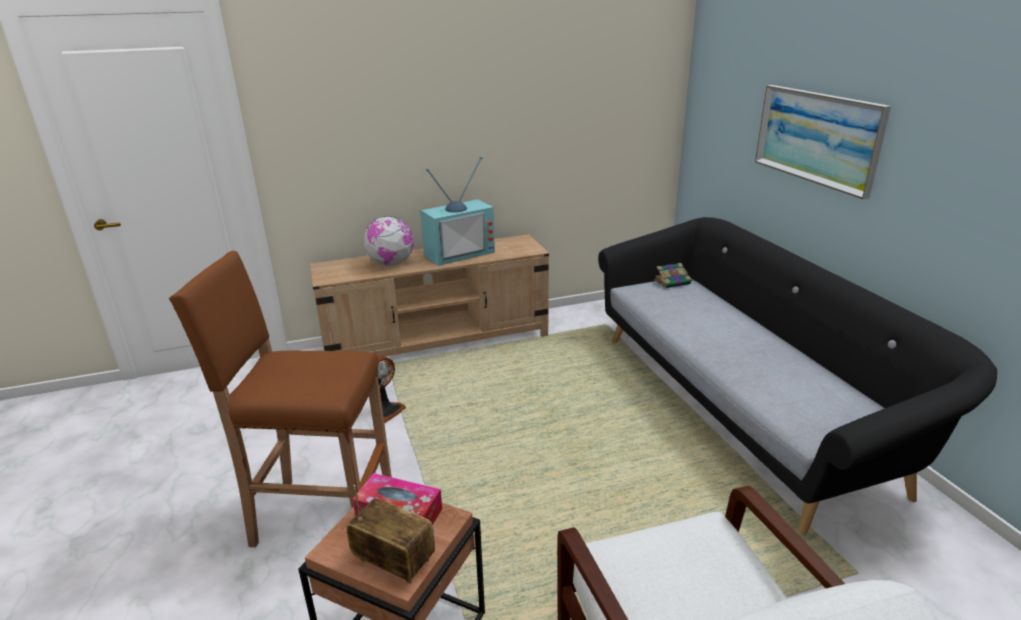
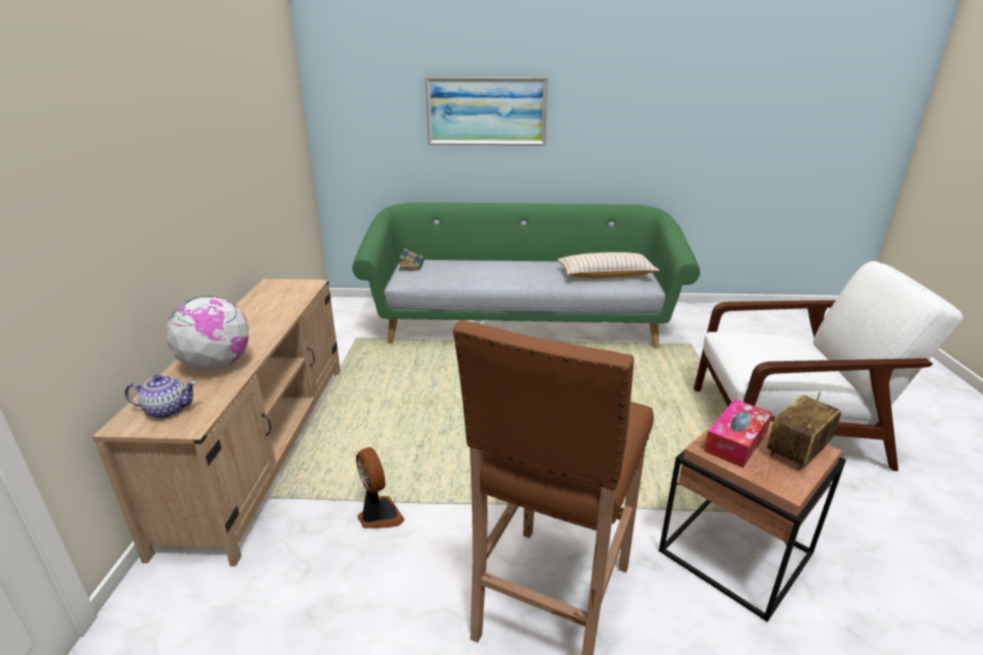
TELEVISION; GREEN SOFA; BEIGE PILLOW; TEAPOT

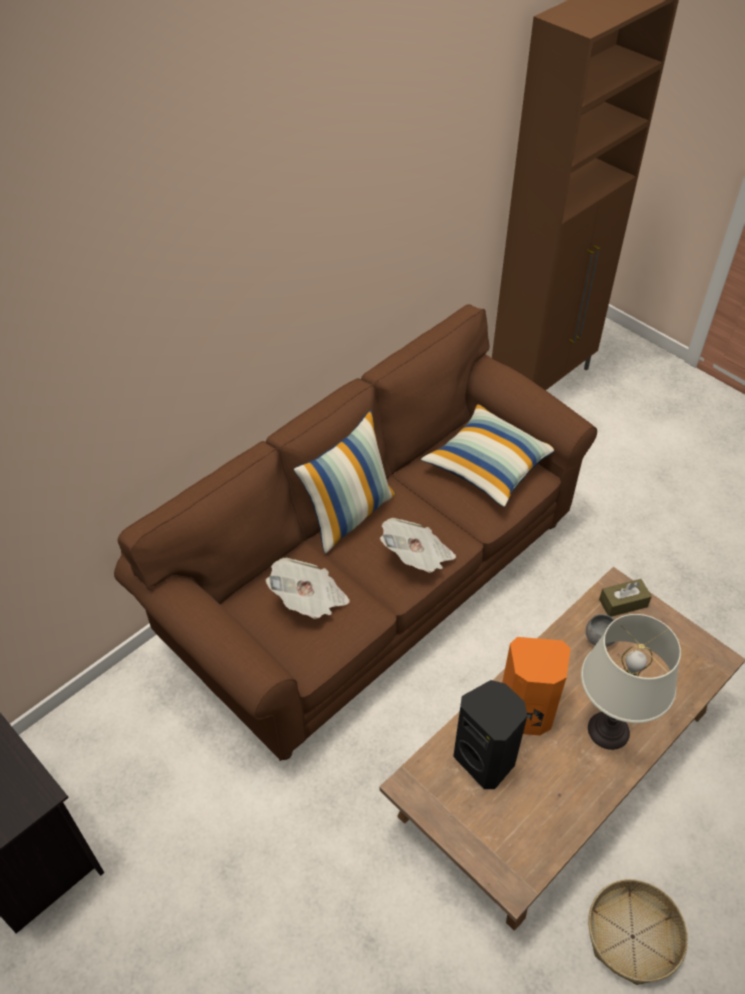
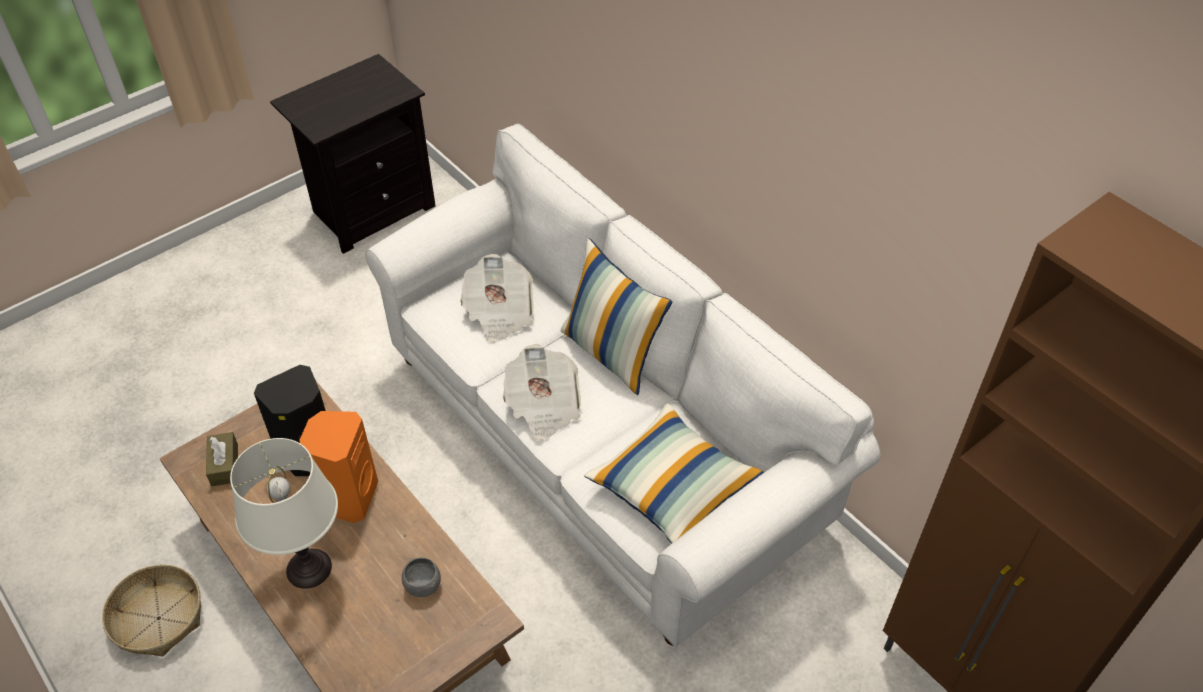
WHITE SOFA; BROWN TISSUE BOX

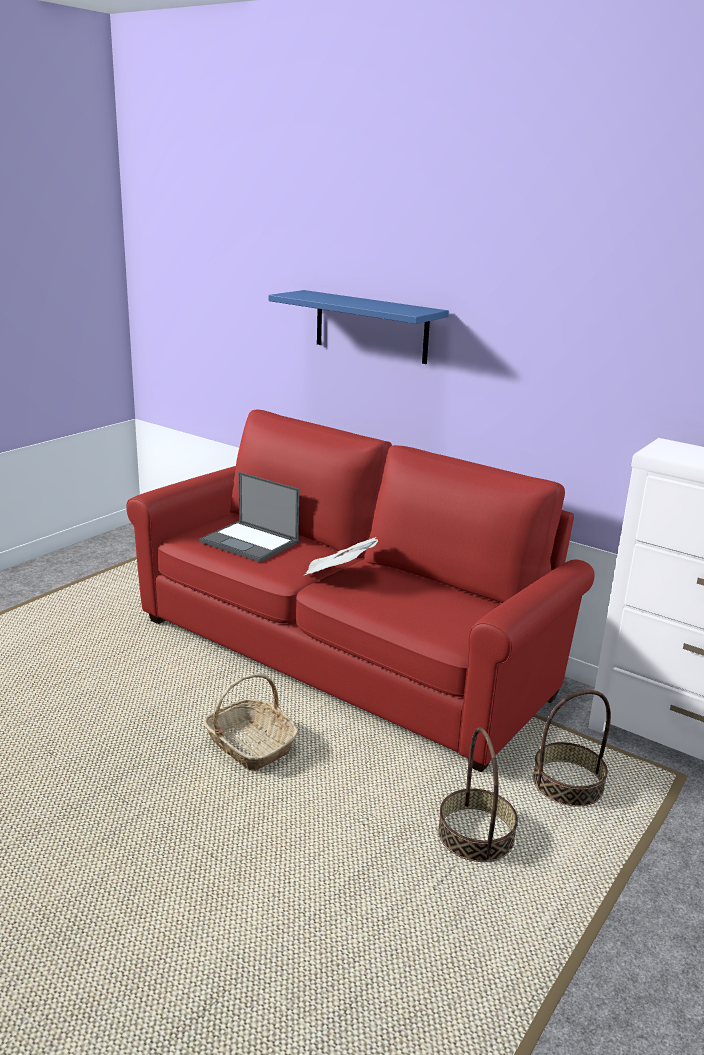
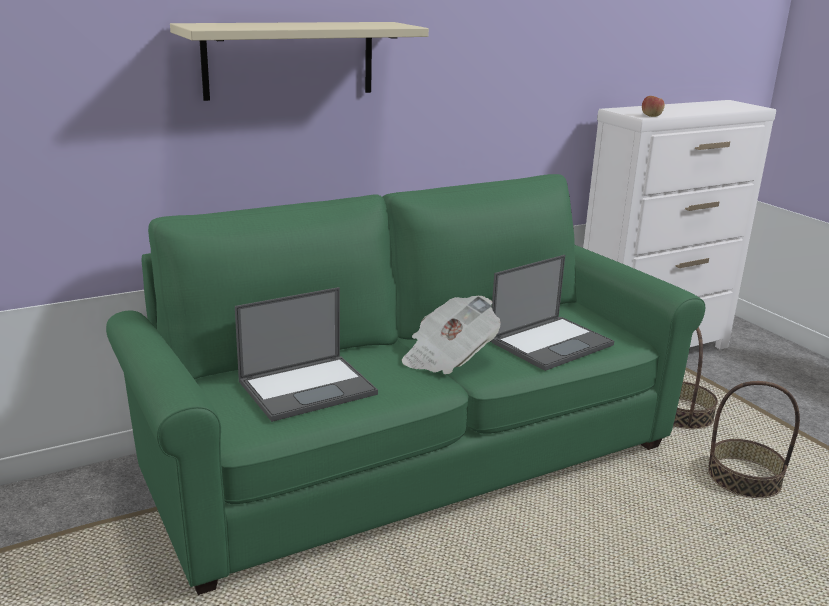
BEIGE SHELF; GREEN SOFA; BASKET (1st from left in the first image); APPLE; LAPTOP (2nd from left)

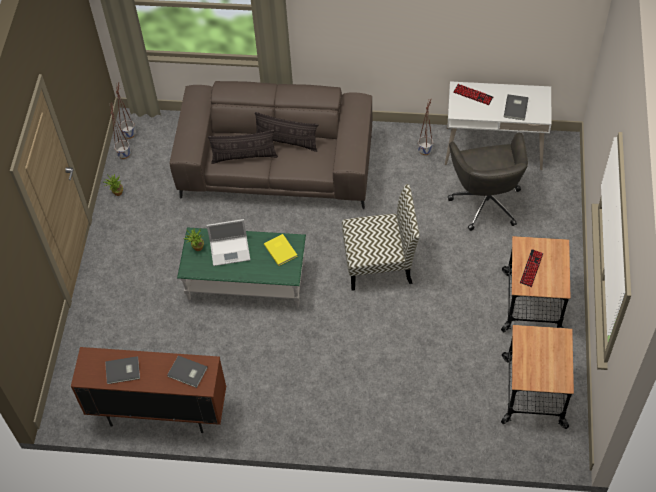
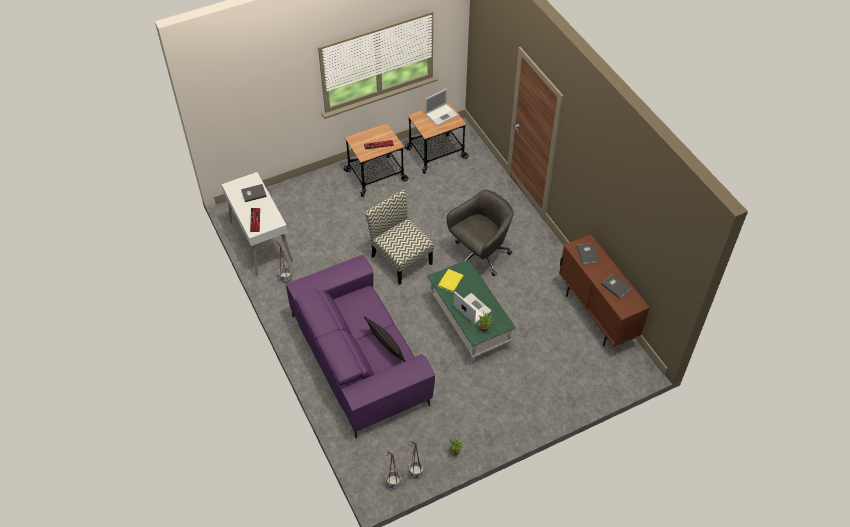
PURPLE SOFA; PILLOW (2nd from left in the first image); GREY OFFICE CHAIR; LAPTOP (1st from left)

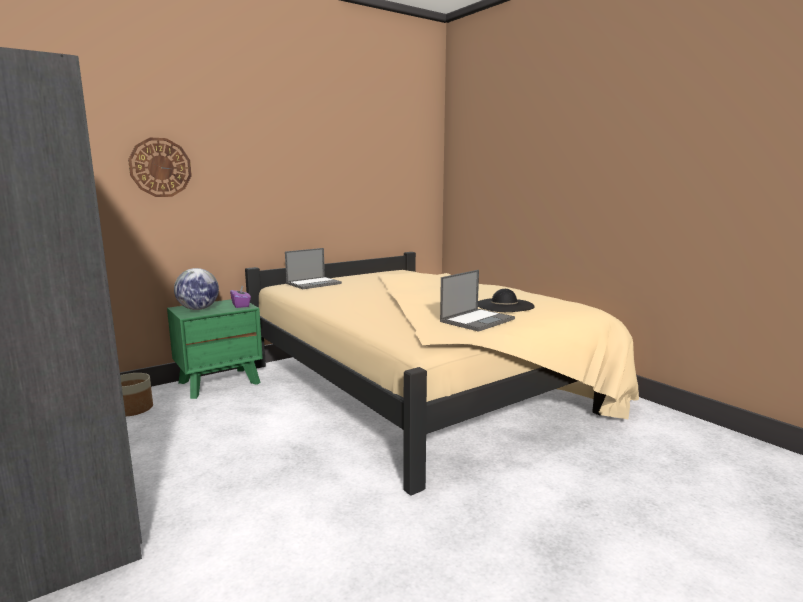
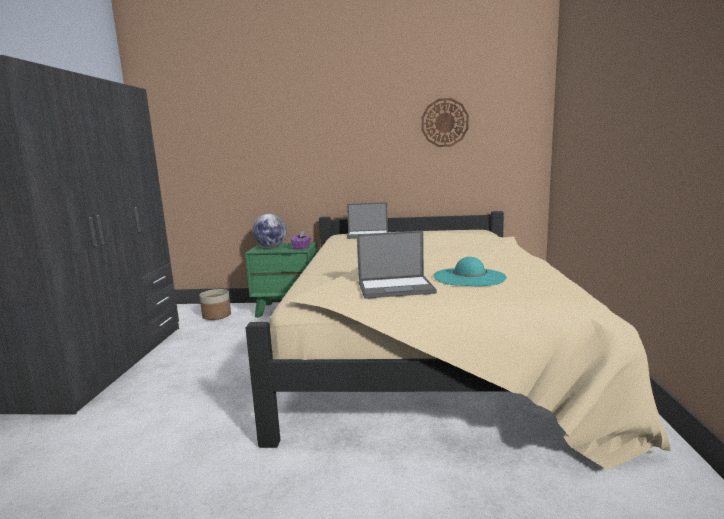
WALL CLOCK; TURQUOISE HAT

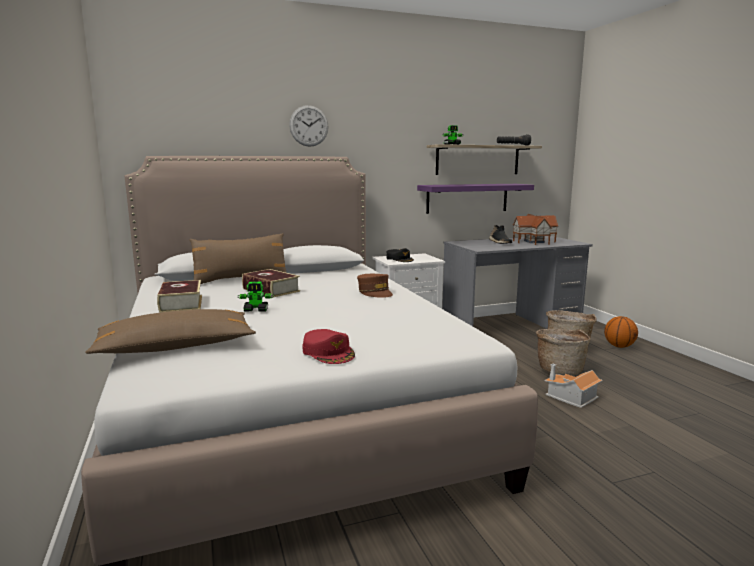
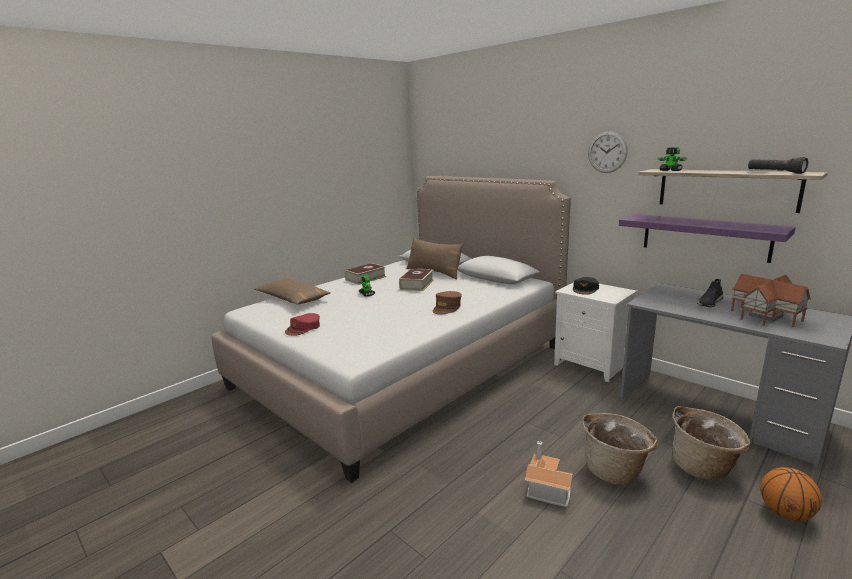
WALL CLOCK

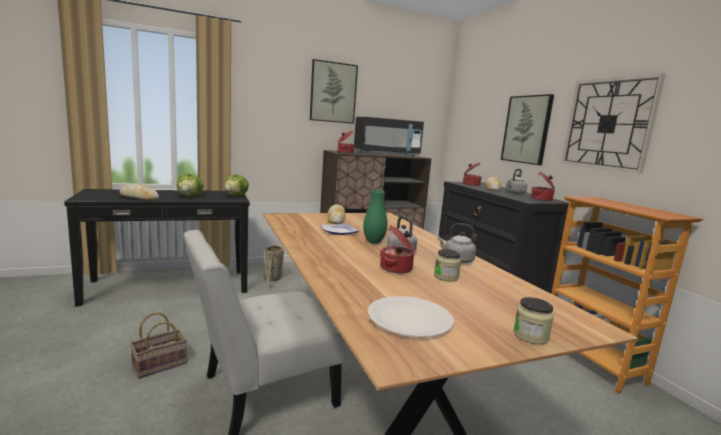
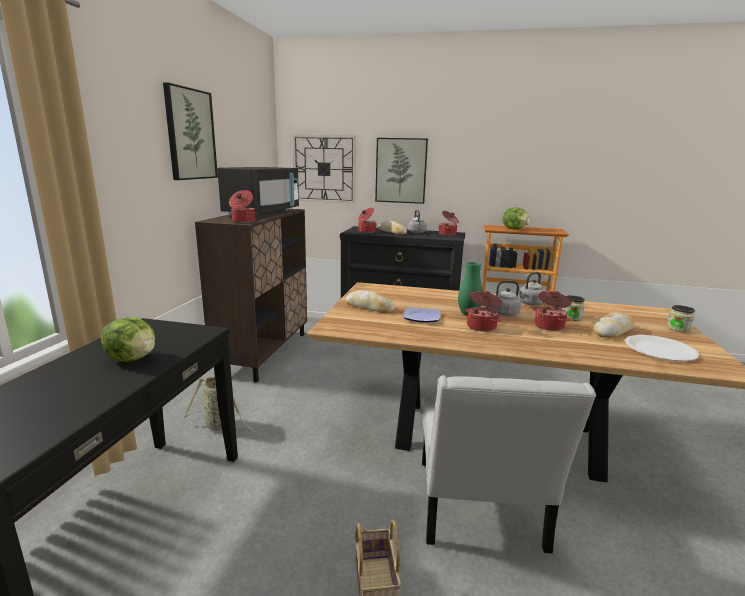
WALL CLOCK; LETTUCE (2nd from left); BREAD (3rd from left); COOKING POT (4th from left)

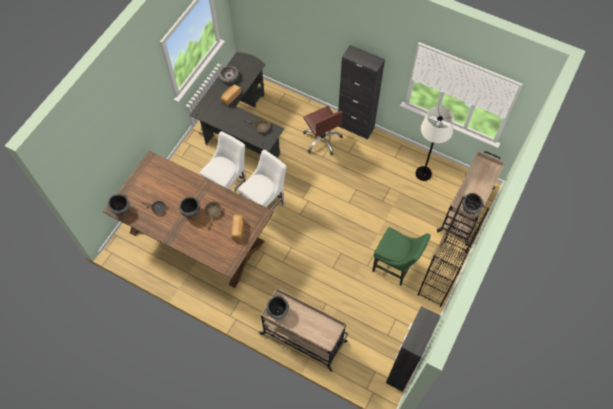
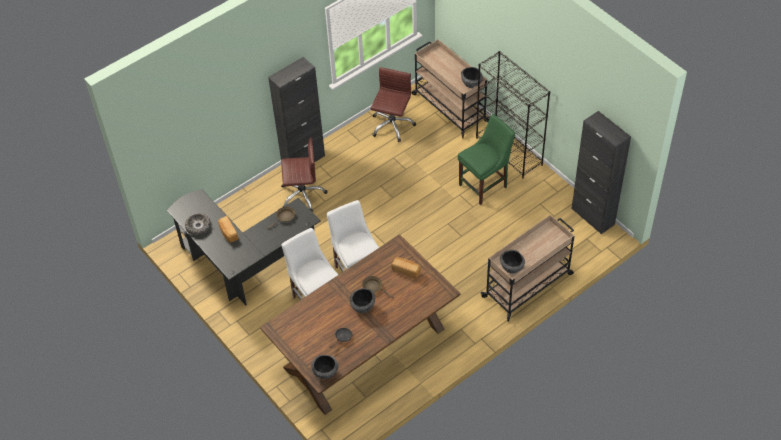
BROWN OFFICE CHAIR (2nd from left)

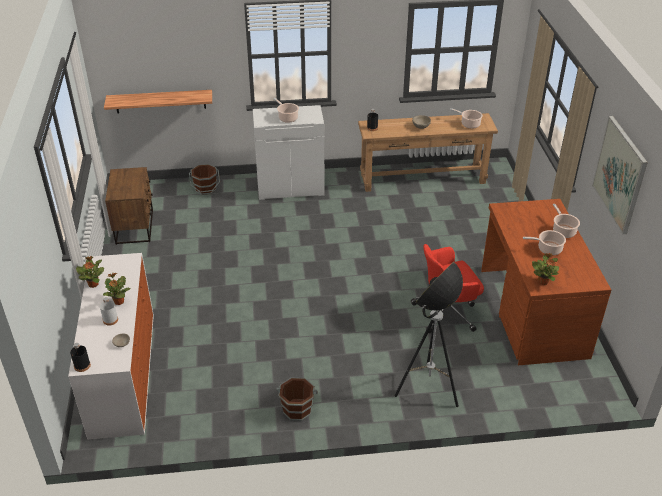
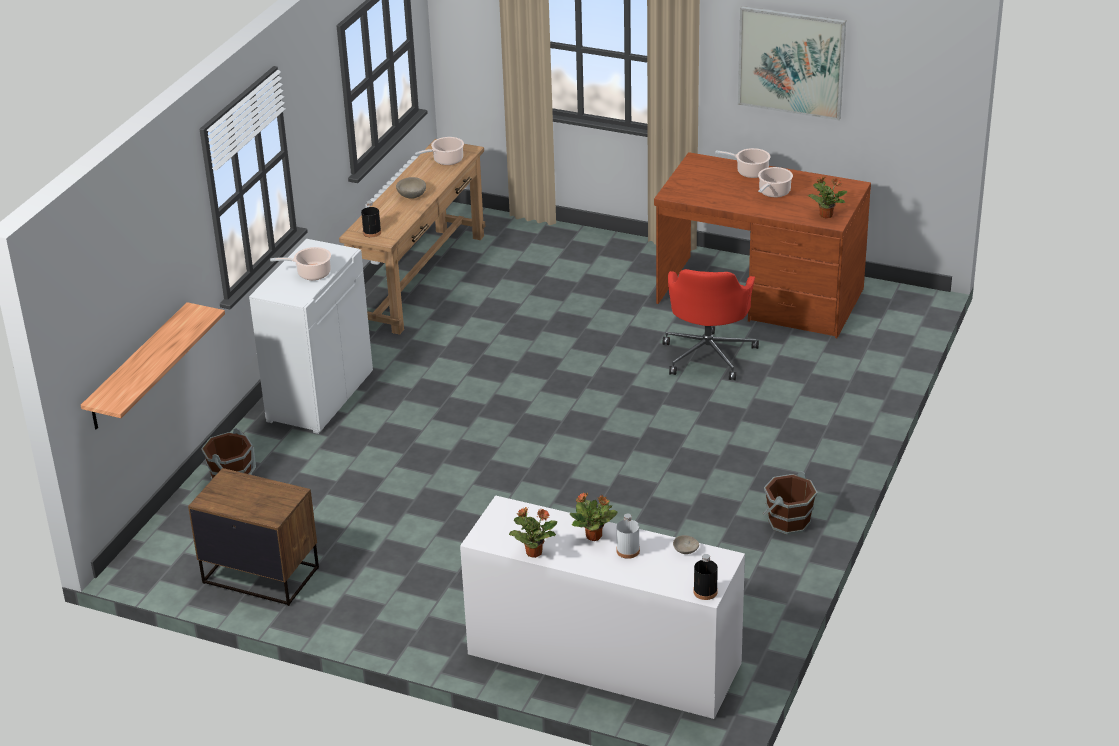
FLOOR LAMP

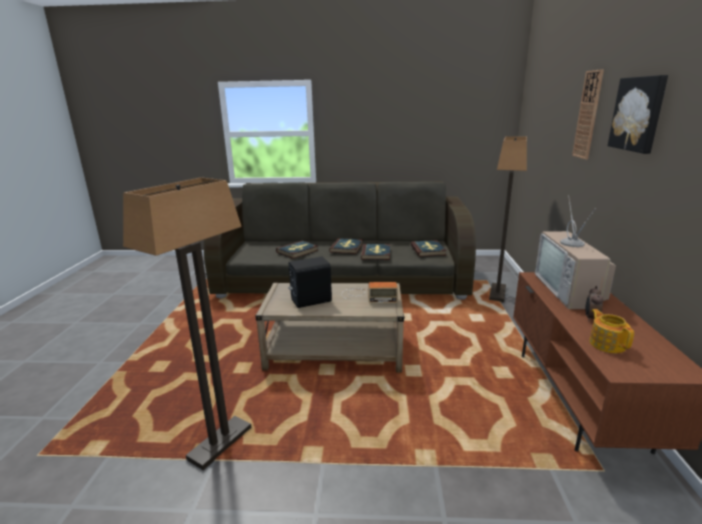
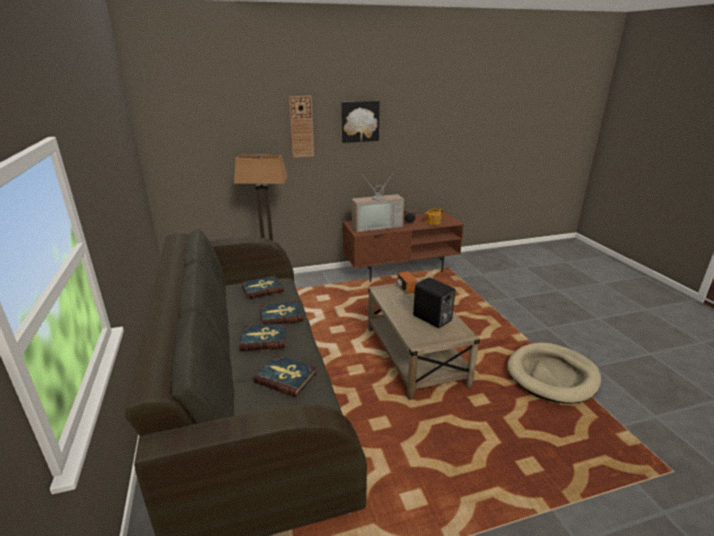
BEIGE DOG BED

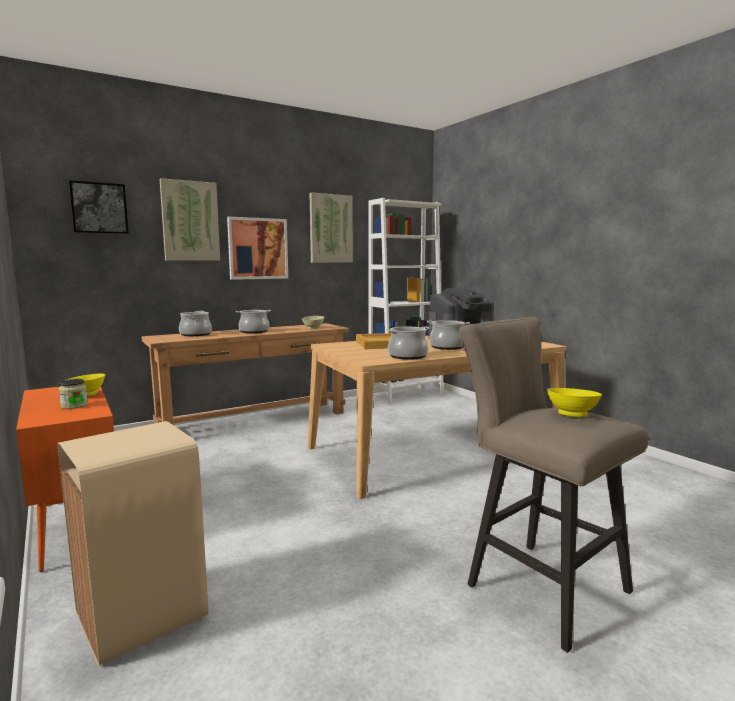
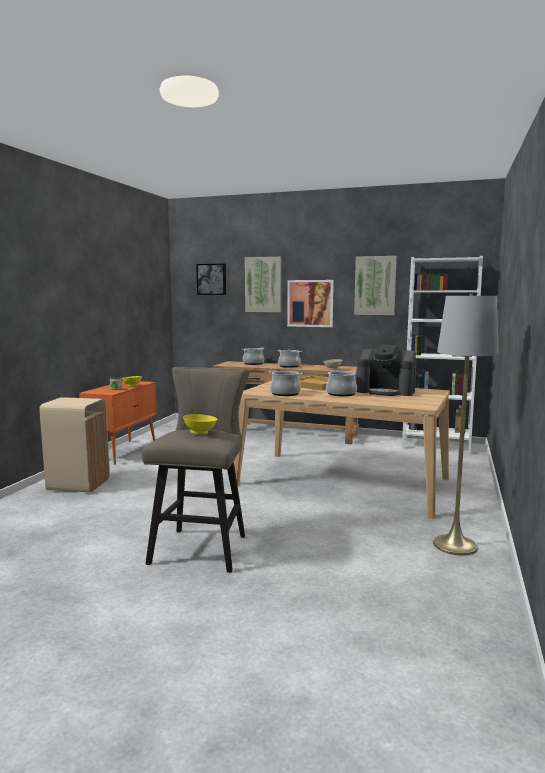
GREY FLOOR LAMP

